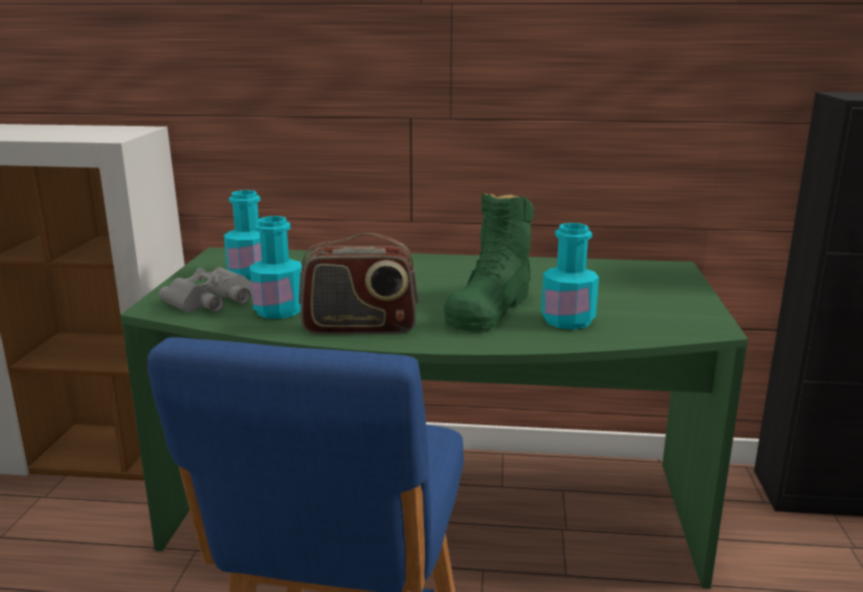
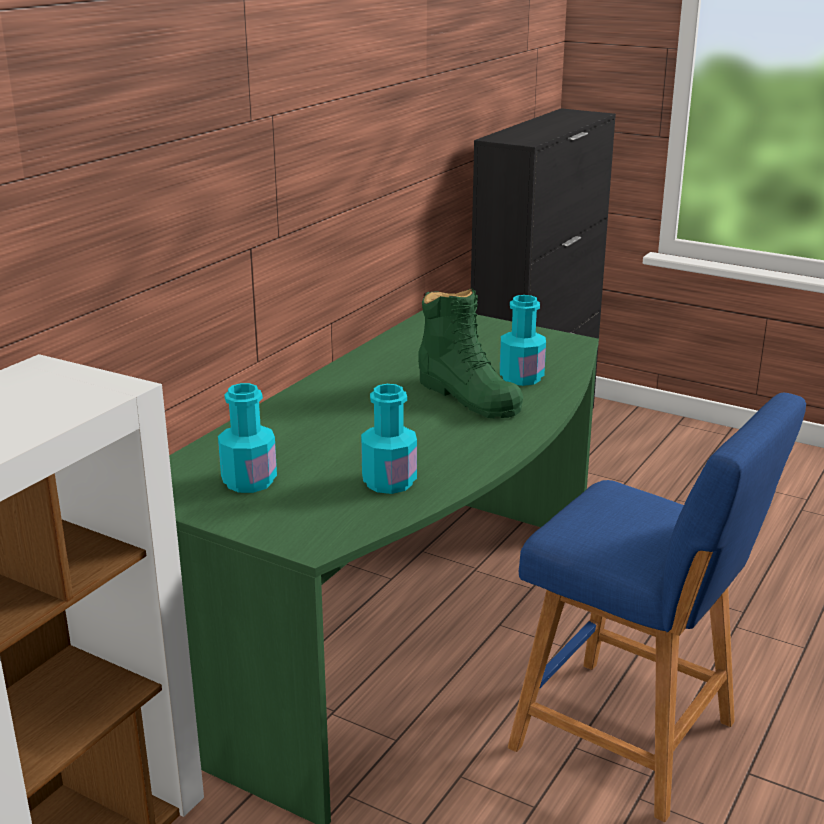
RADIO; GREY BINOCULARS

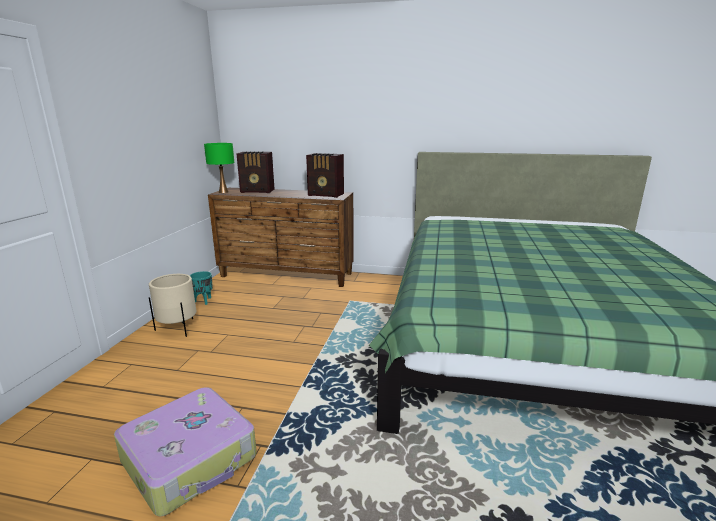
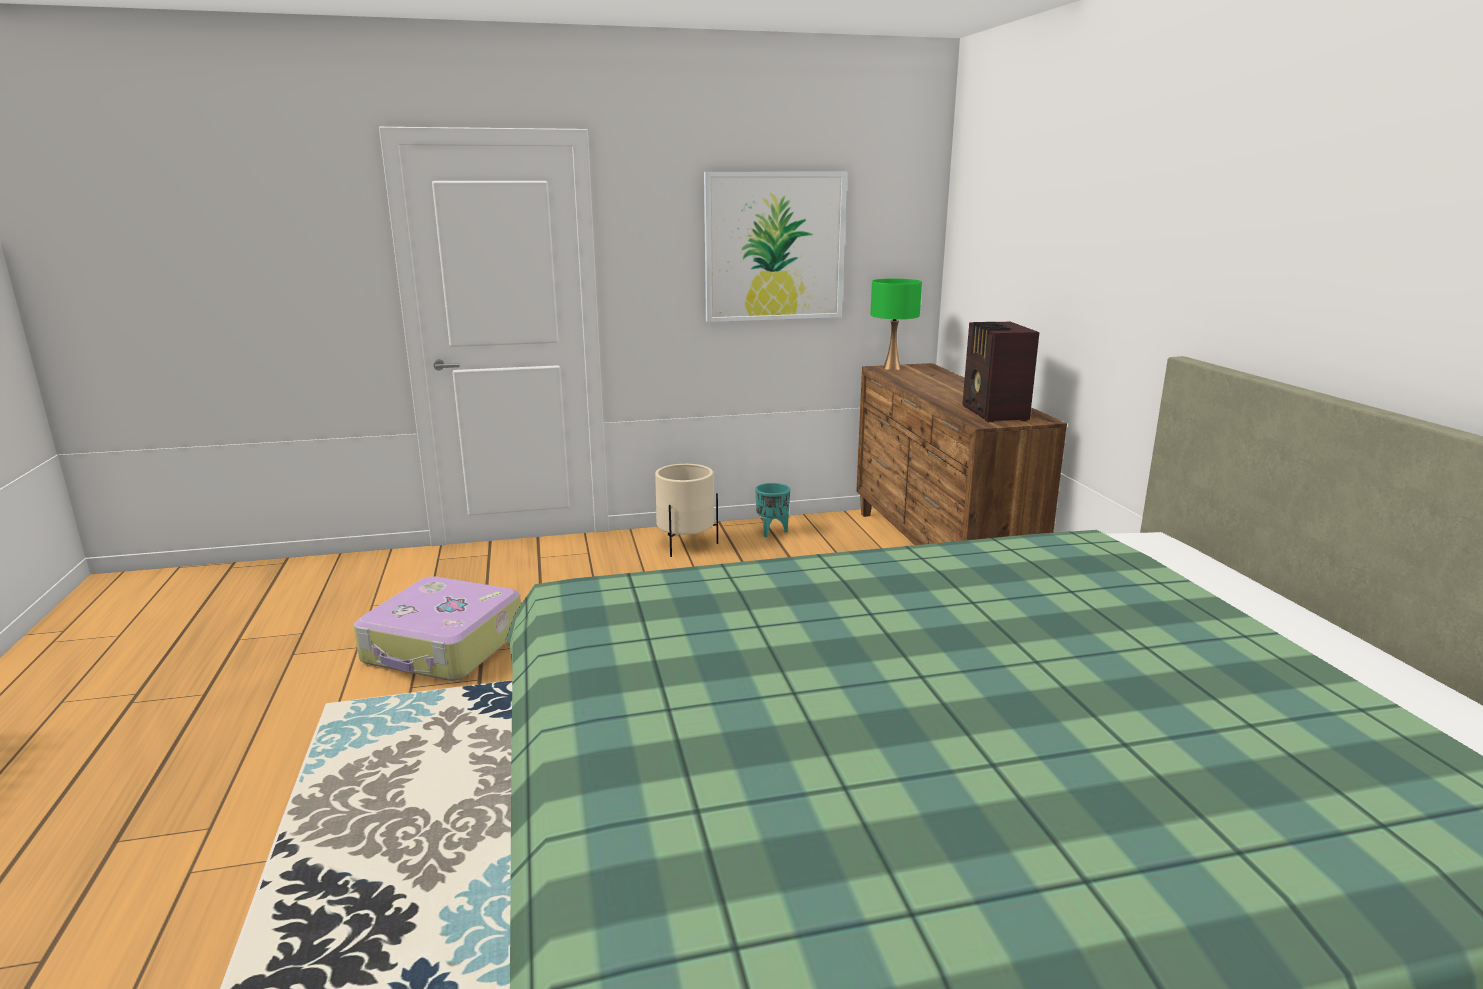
RADIO (1st from left in the first image); PICTURE

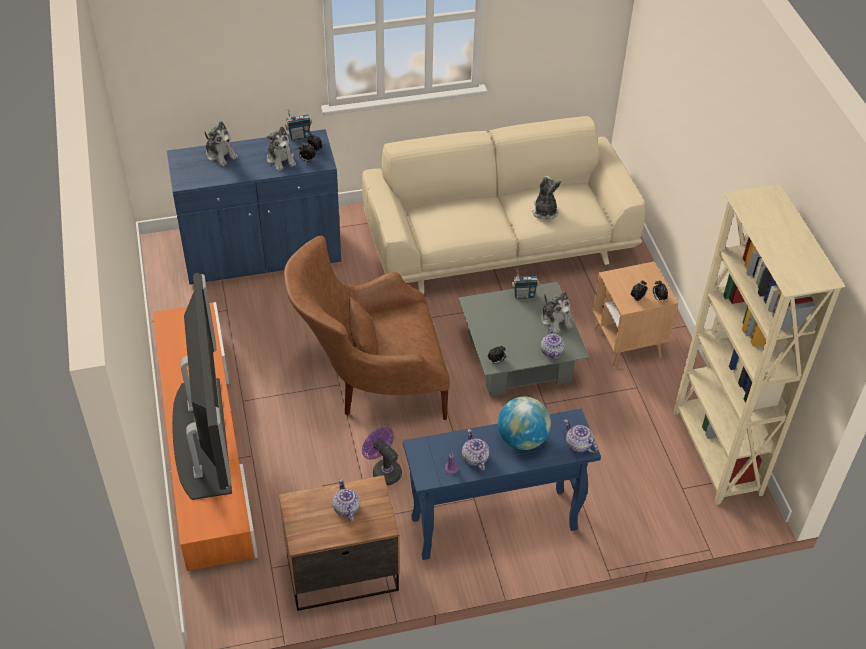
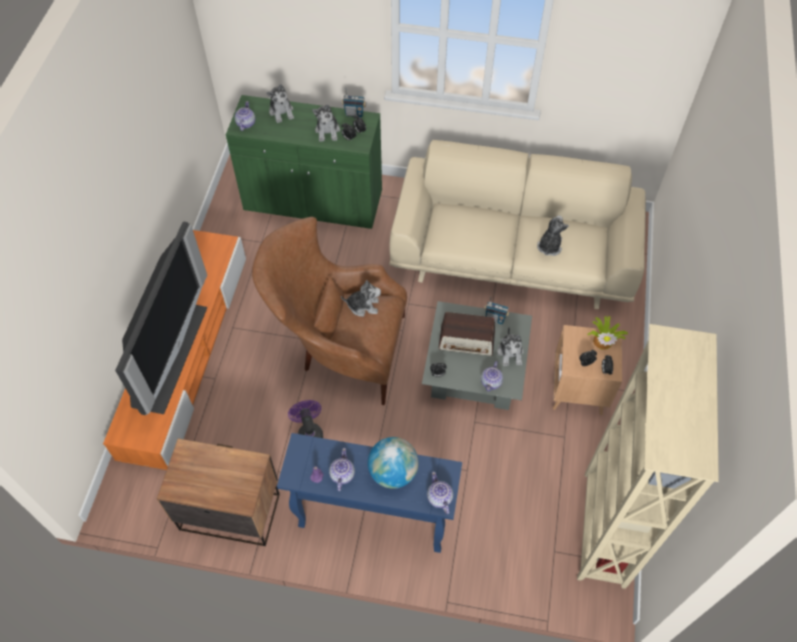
GREEN CABINET; TEAPOT (1st from left); PLUSH TOY (3rd from left); RADIO (2nd from left); POTTED PLANT

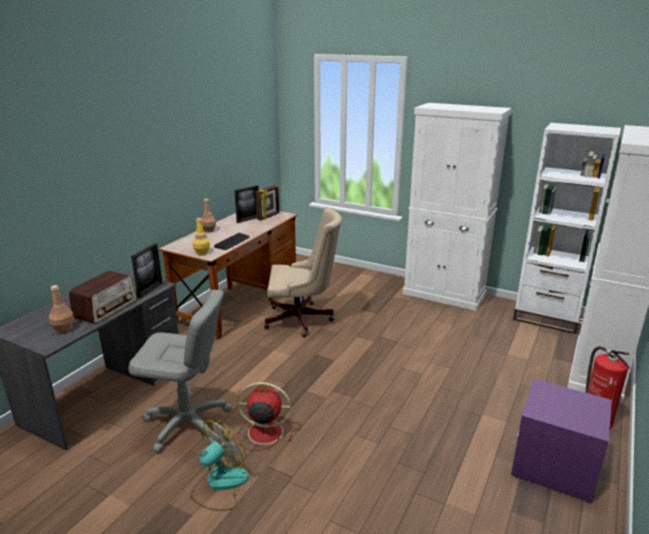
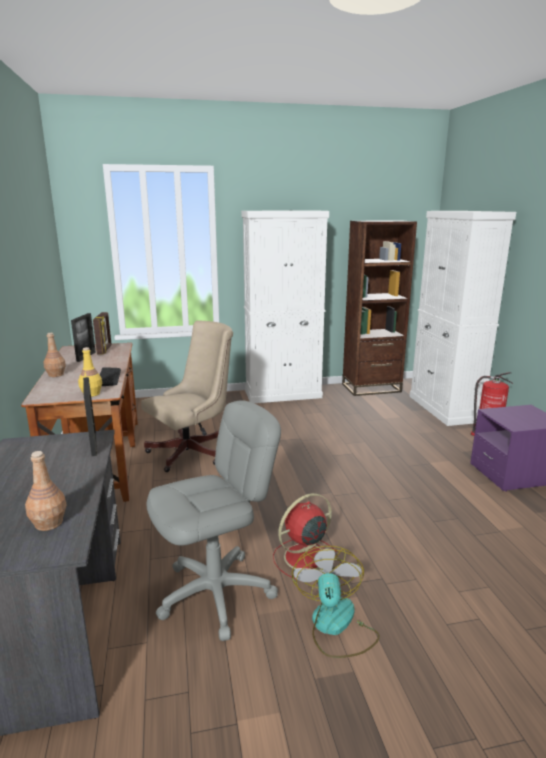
BROWN BOOKCASE; RADIO

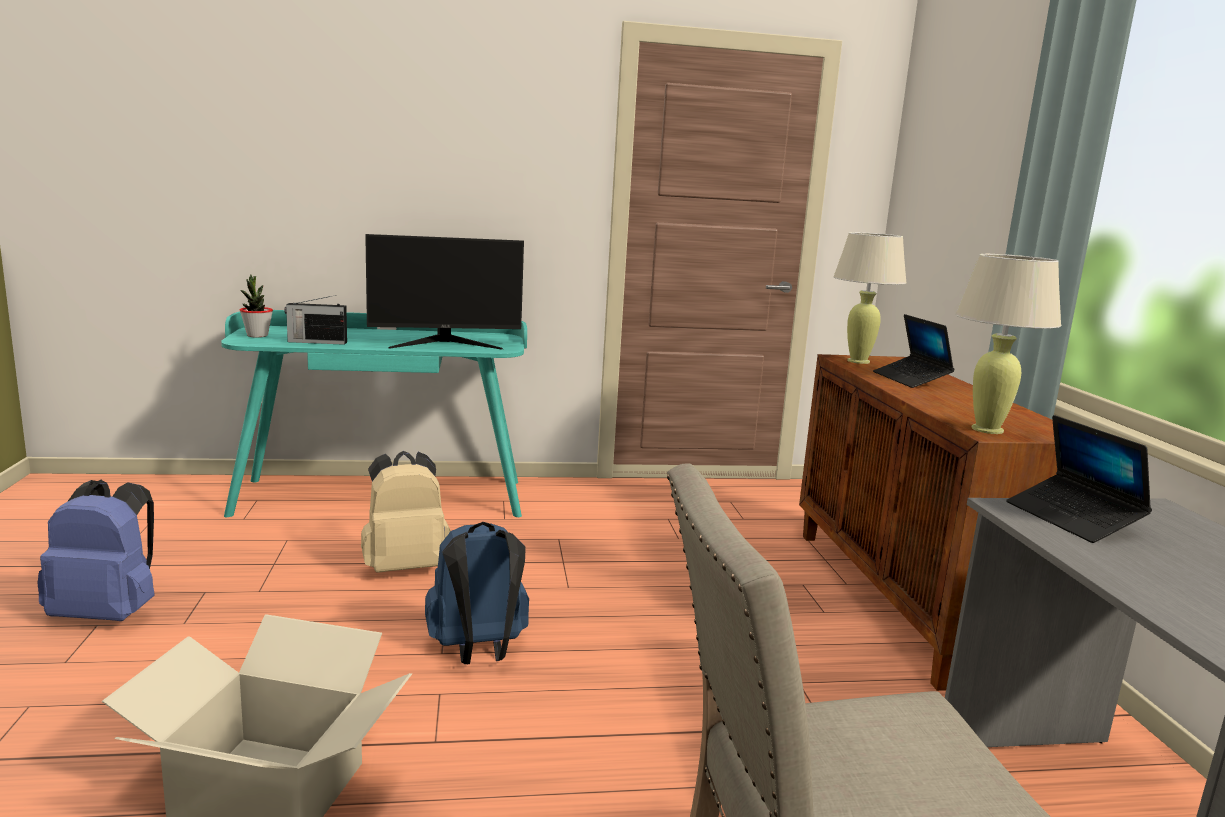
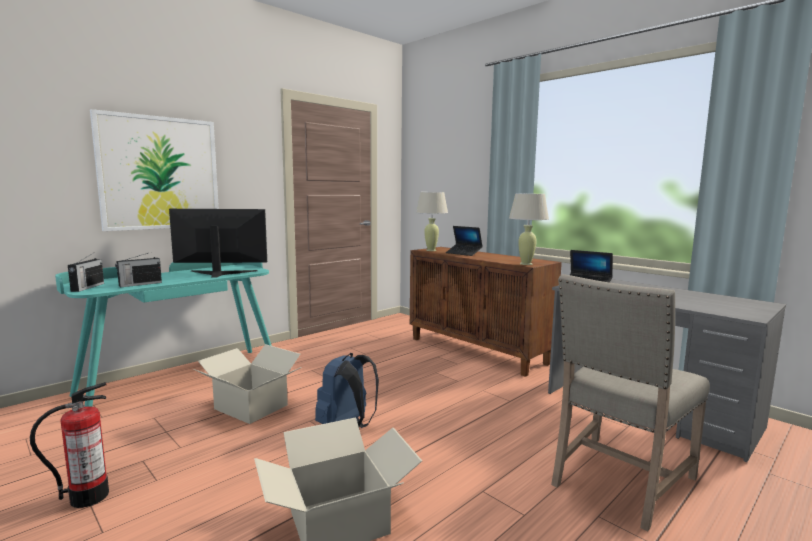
MONITOR; RADIO (1st from left); CARDBOARD BOX (1st from left); FIRE EXTINGUISHER; PICTURE

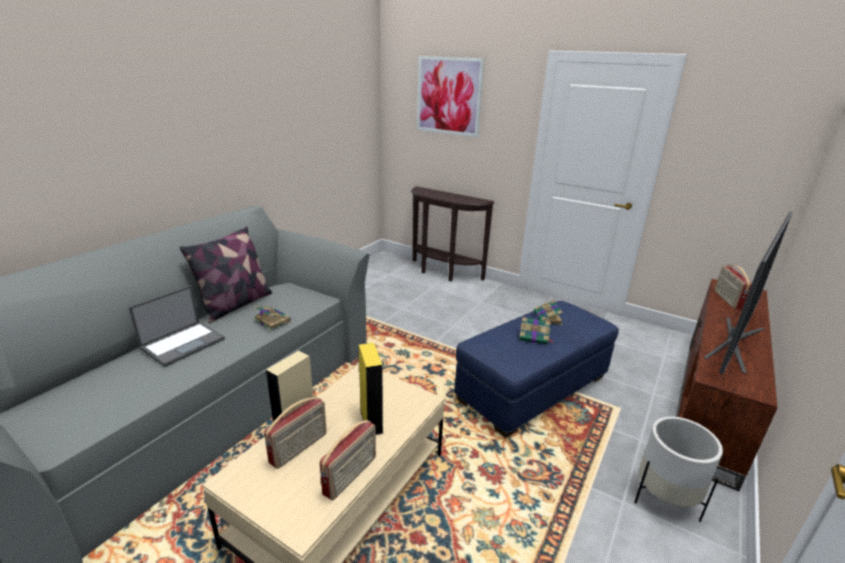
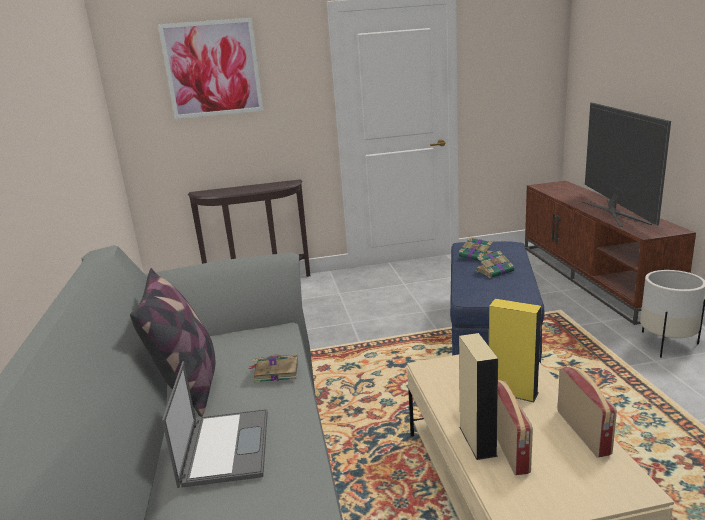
RADIO (3rd from left in the first image)

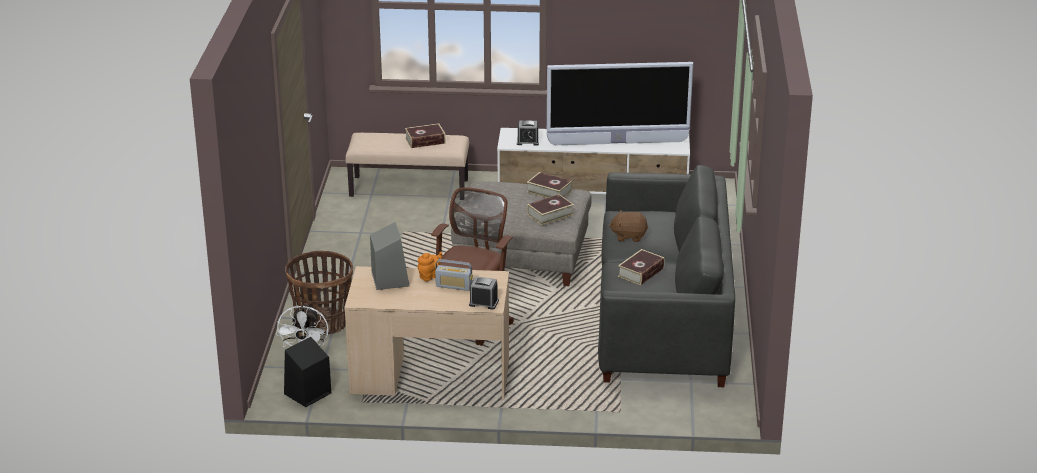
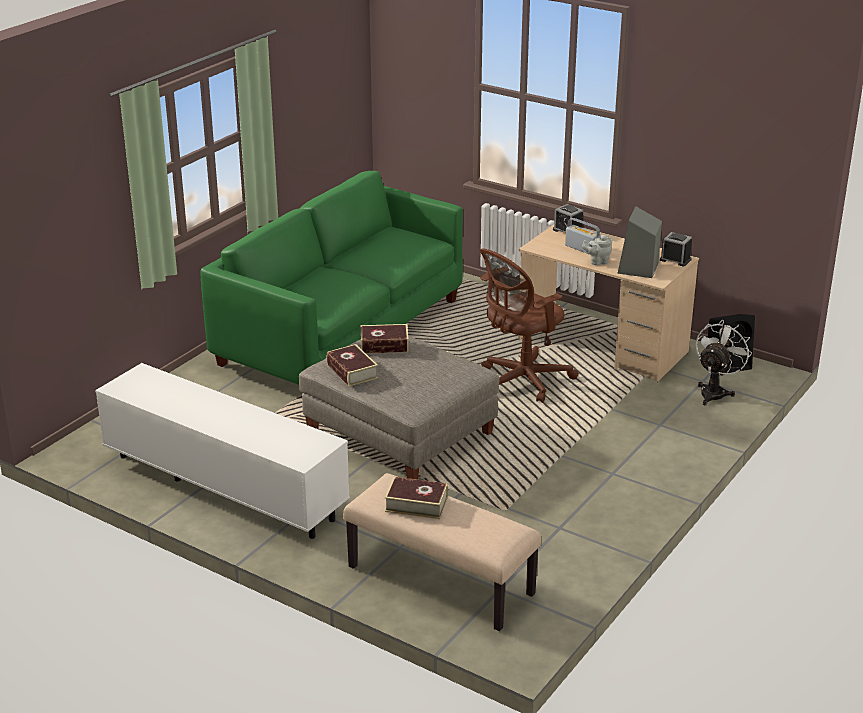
TELEVISION; ALARM CLOCK (2nd from left); GREEN SOFA; BROWN PLUSH TOY; BOOK (4th from left in the first image); BASKET; GREY TEAPOT

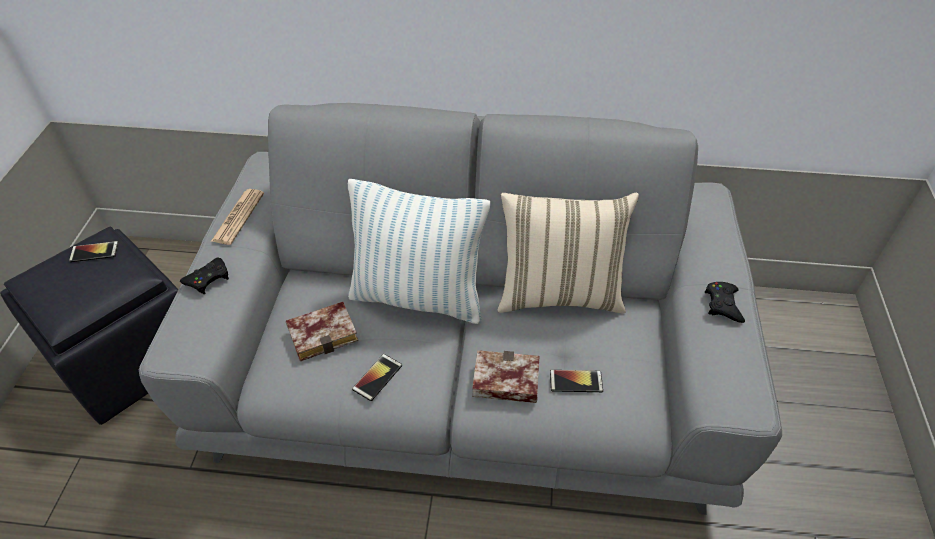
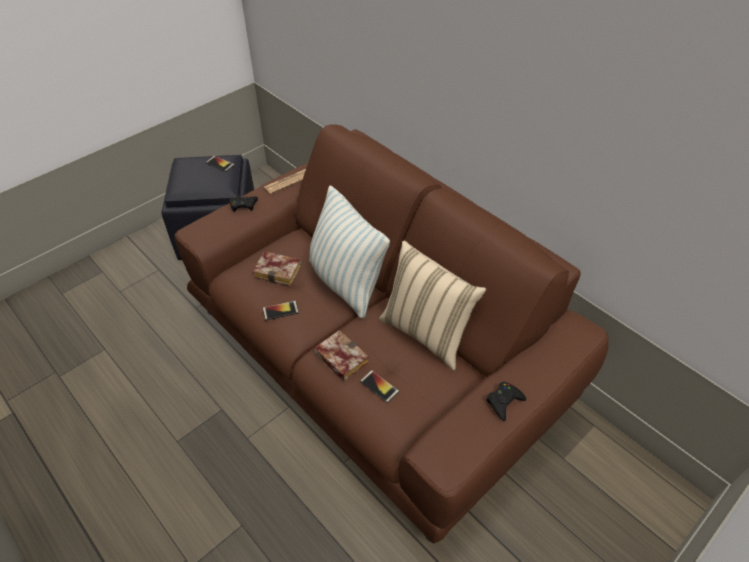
BROWN SOFA

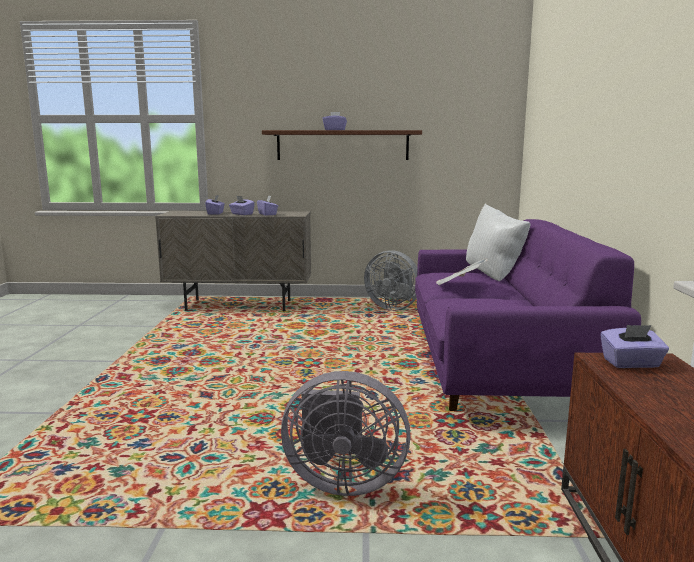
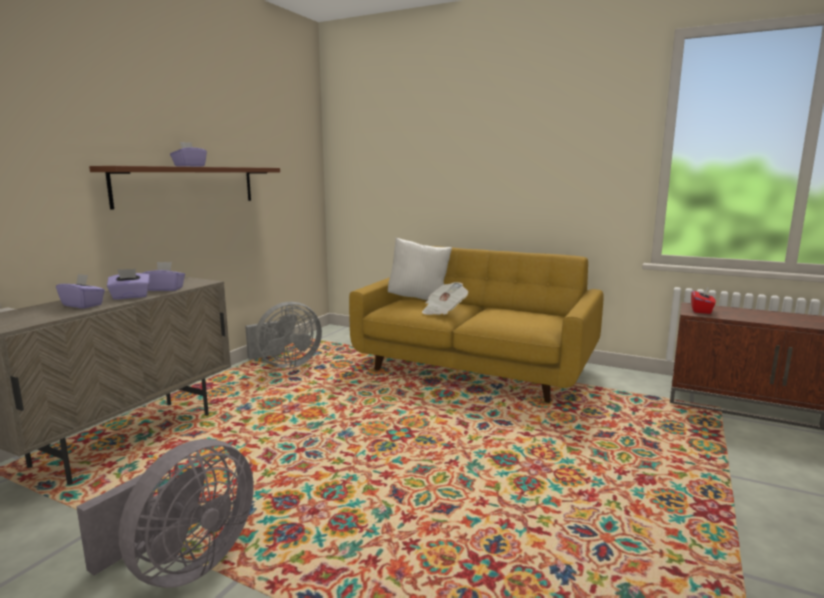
YELLOW SOFA; RED TISSUE BOX; GREY FAN (1st from left)

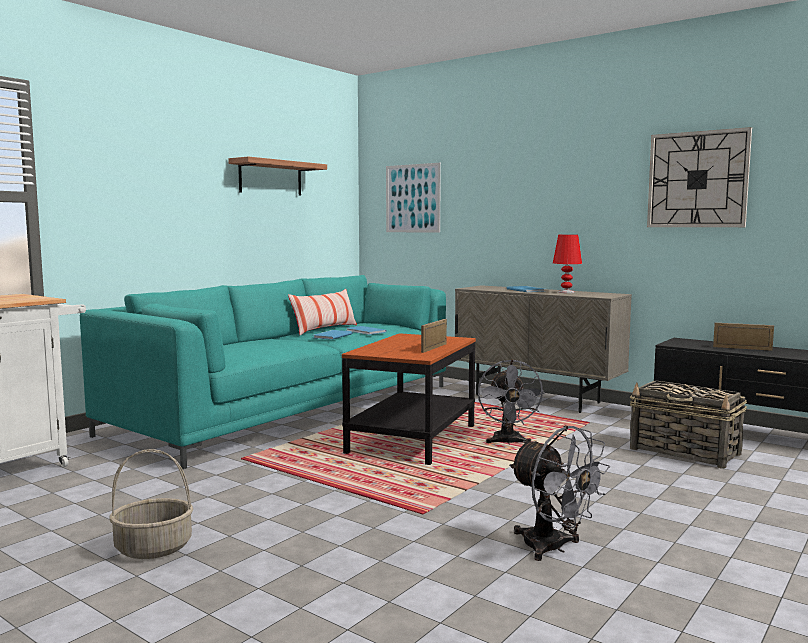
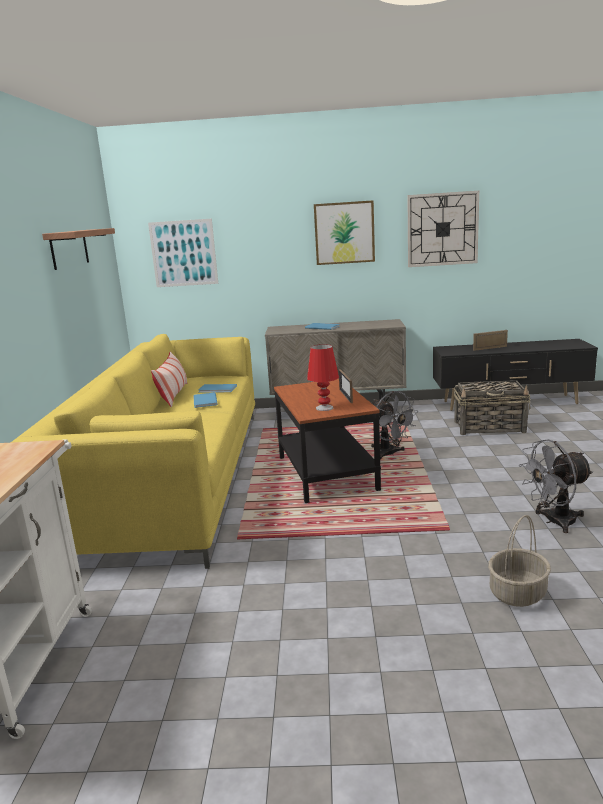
RED TABLE LAMP; YELLOW SOFA; GREY FAN (2nd from left); BASKET (2nd from left); PICTURE (2nd from left)

